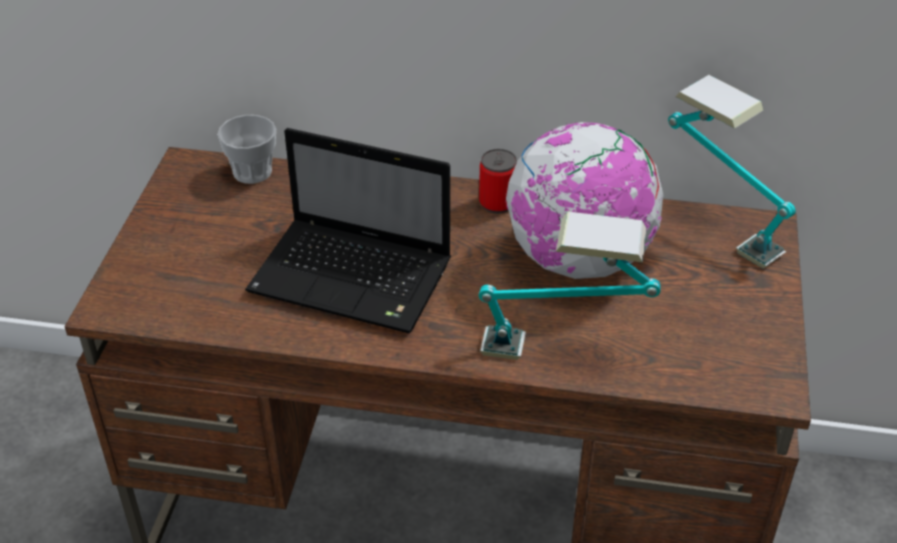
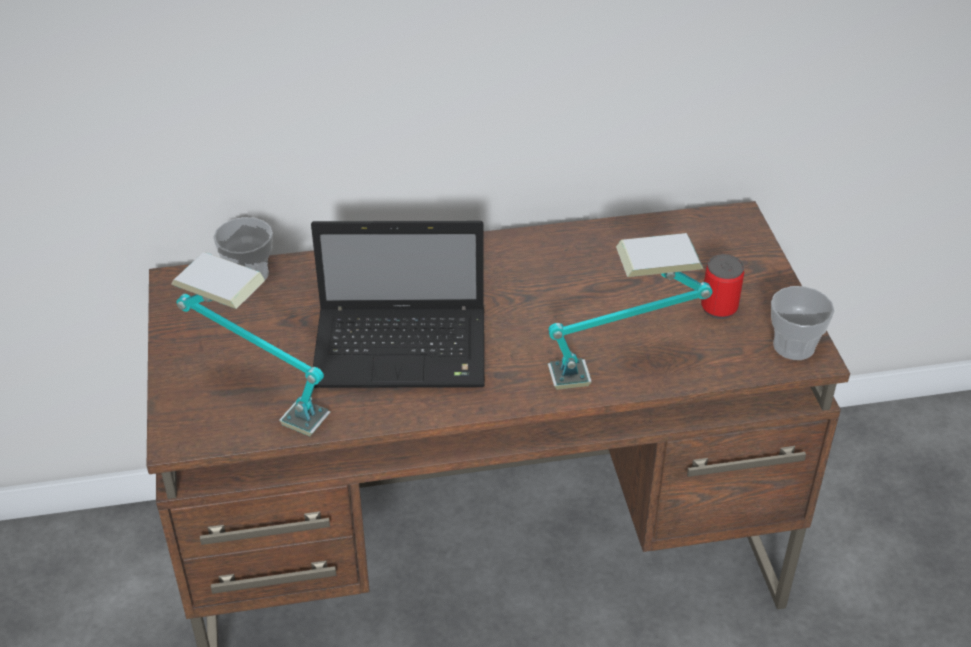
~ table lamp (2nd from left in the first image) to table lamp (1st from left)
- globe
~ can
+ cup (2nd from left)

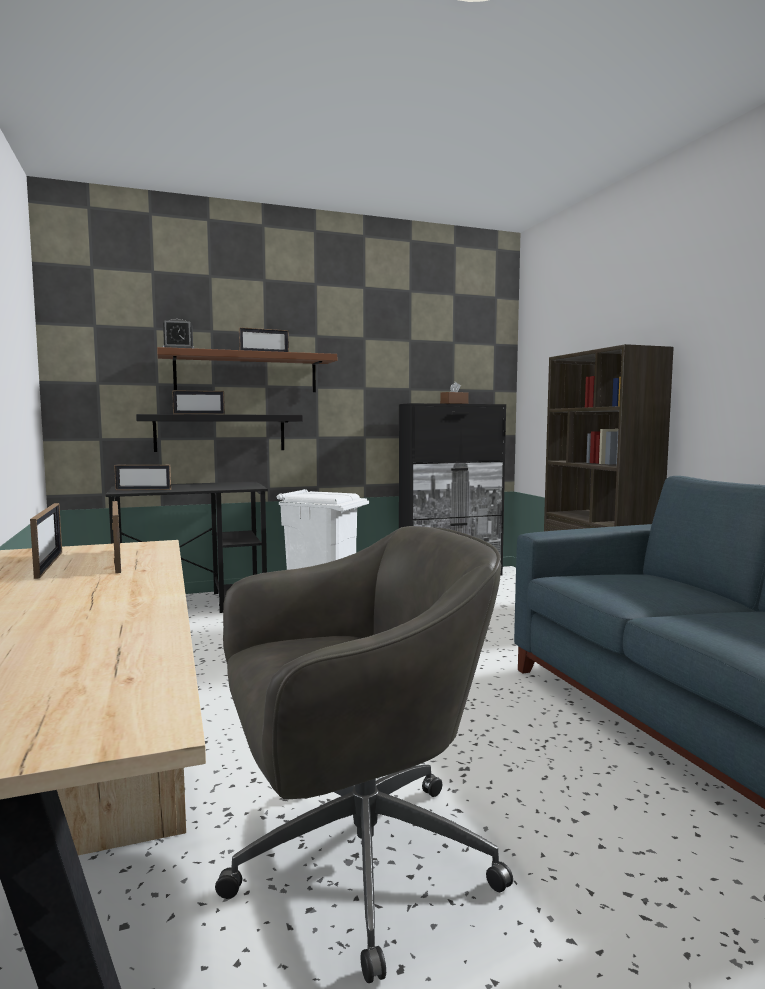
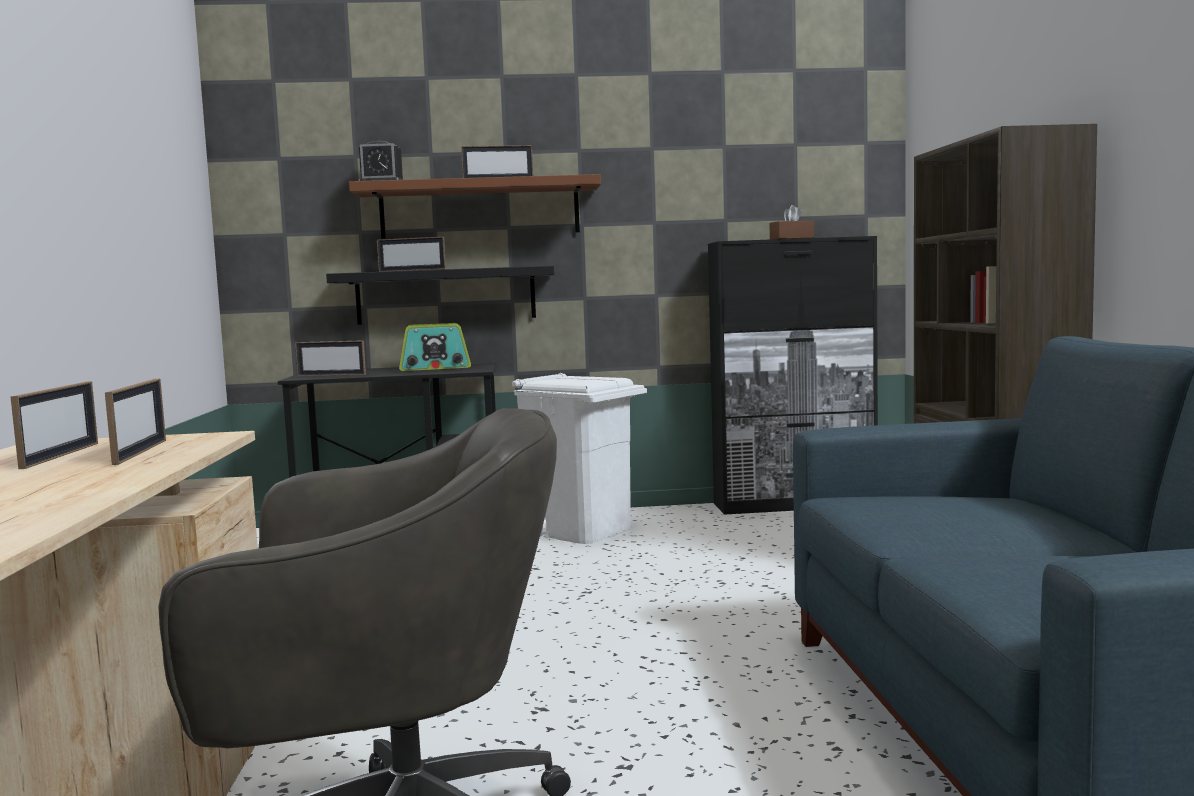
+ radio

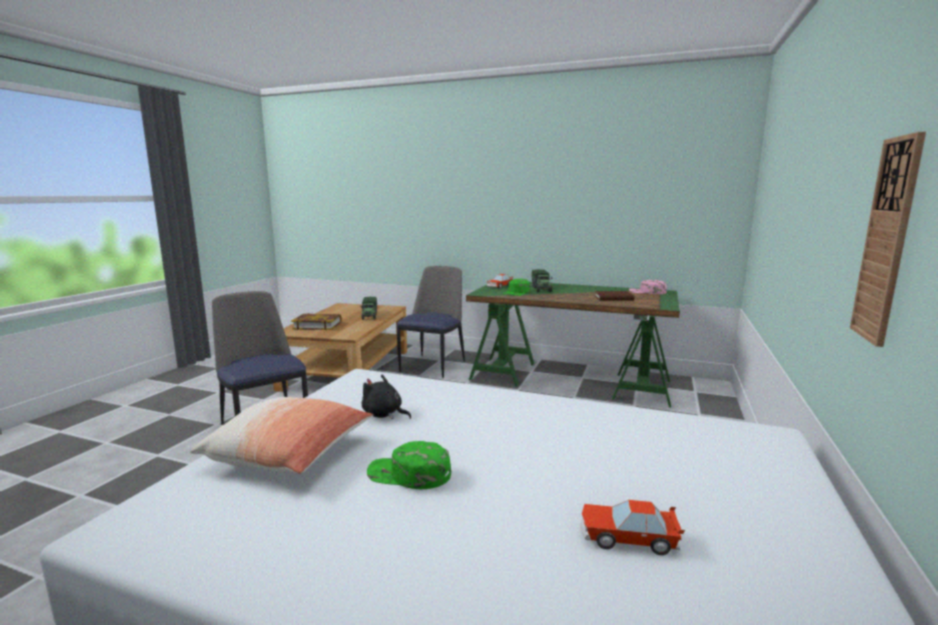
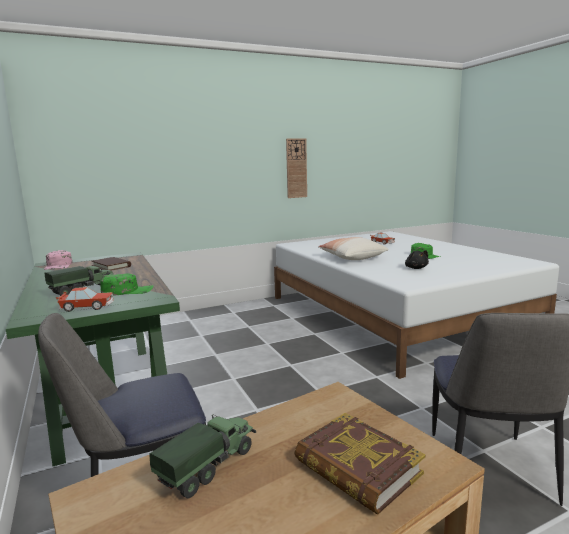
~ pillow

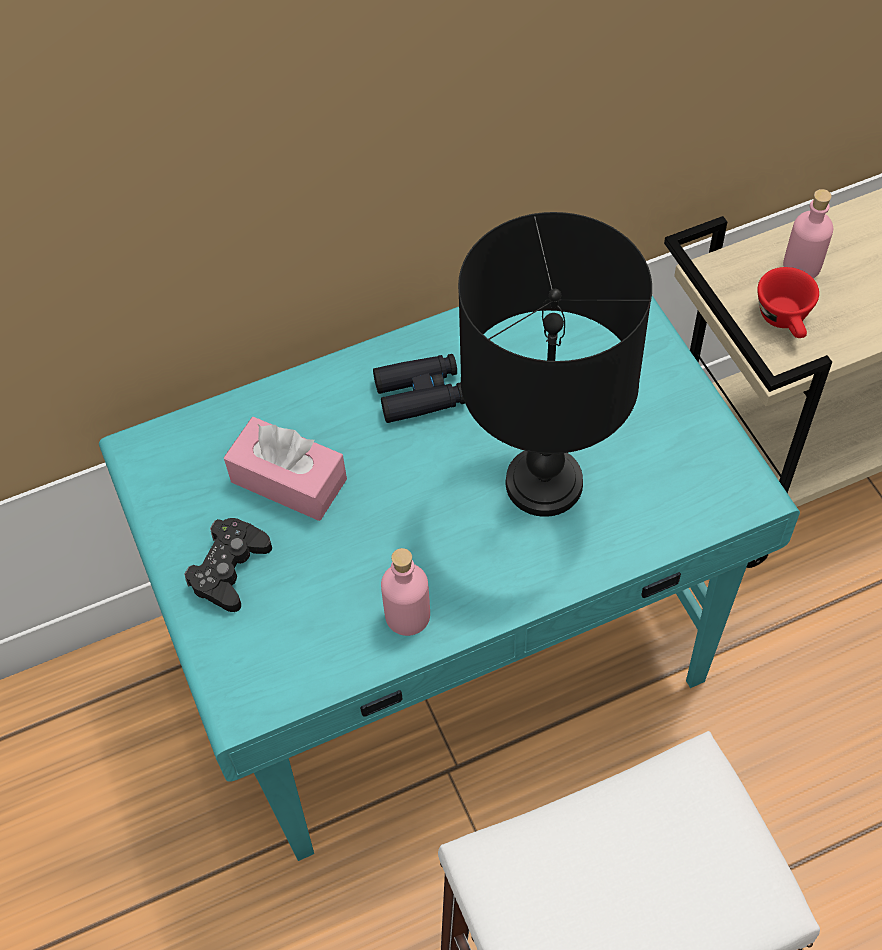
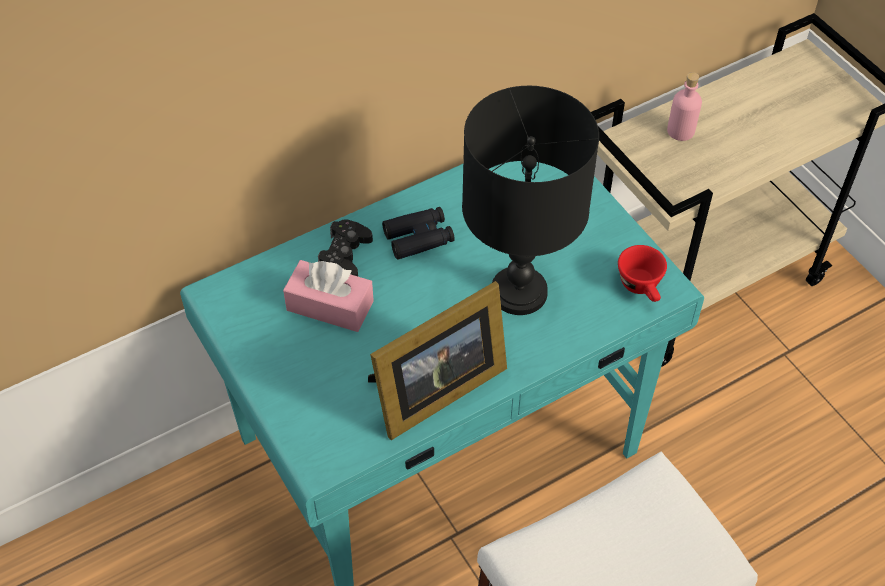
~ cup (red)
~ game controller (black)
~ bottle (pink) (1st from left) to picture frame

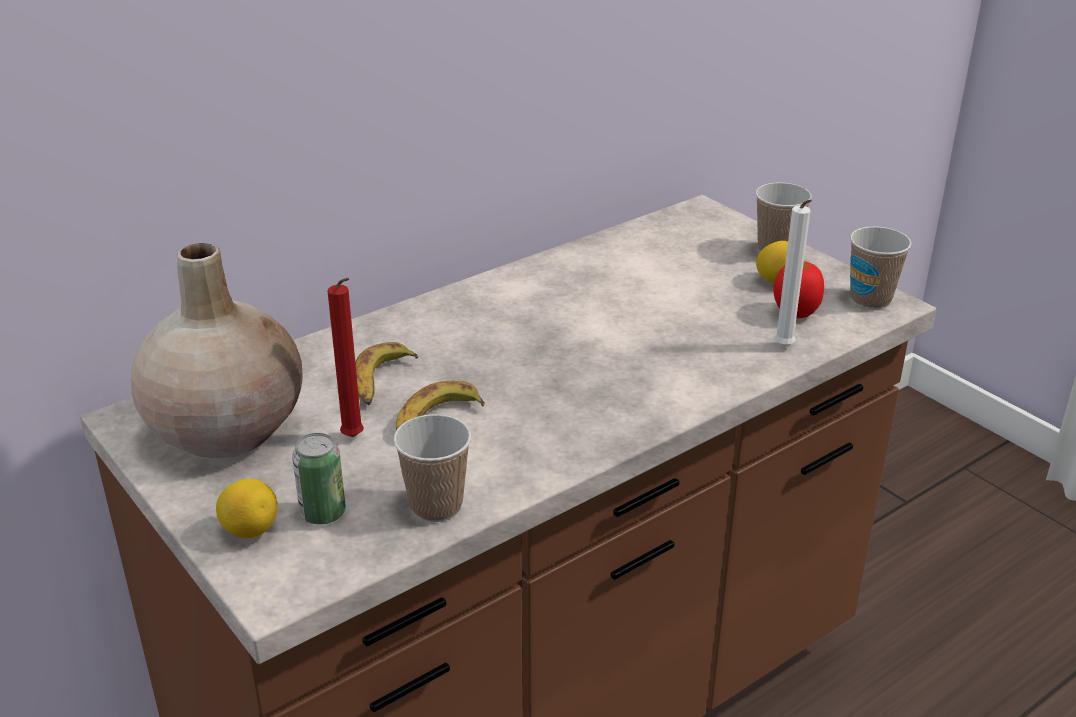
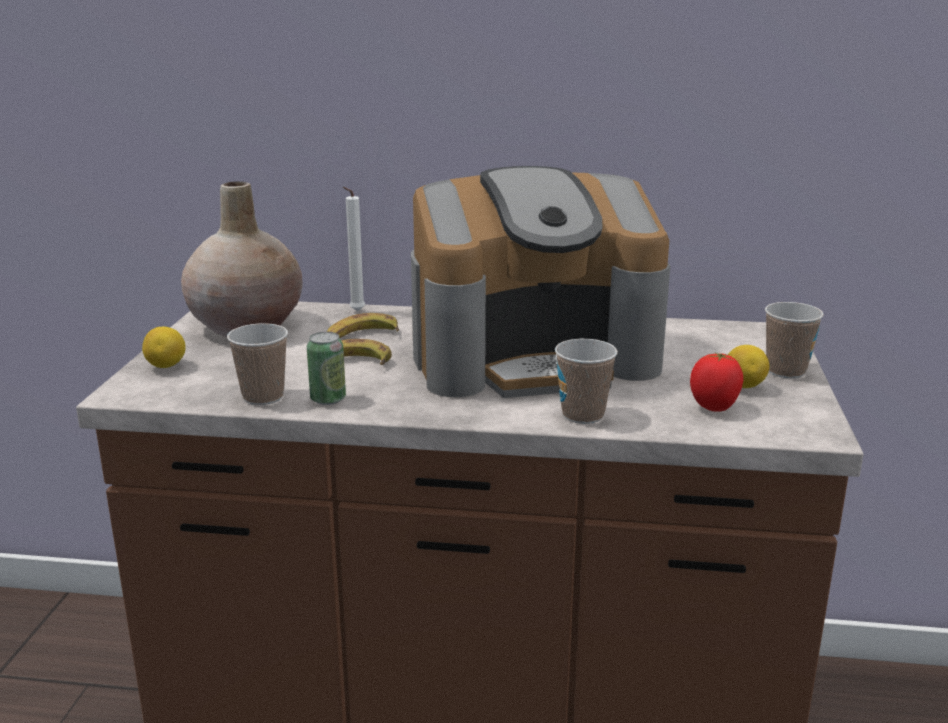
~ candle (white)
~ cup (3rd from left in the first image) to cup (2nd from left)
- candle (red)
~ can
+ coffee machine

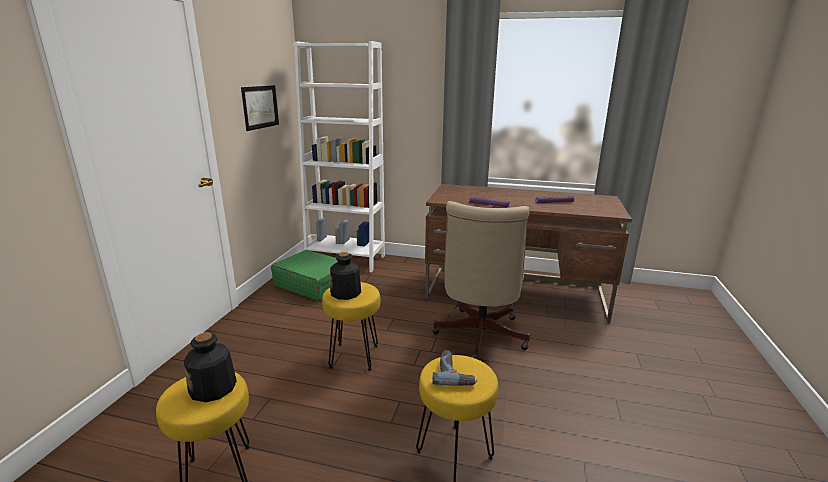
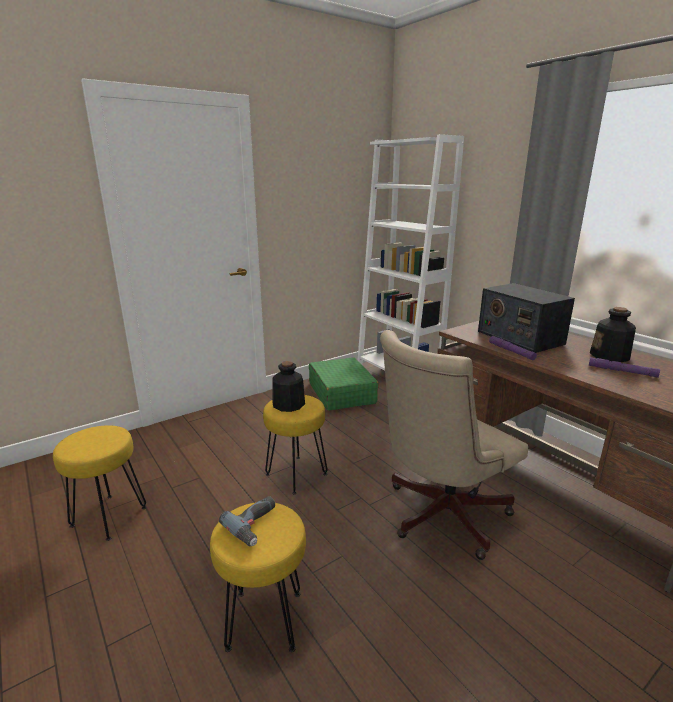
- picture
~ bottle (1st from left in the first image) to bottle (2nd from left)
+ radio

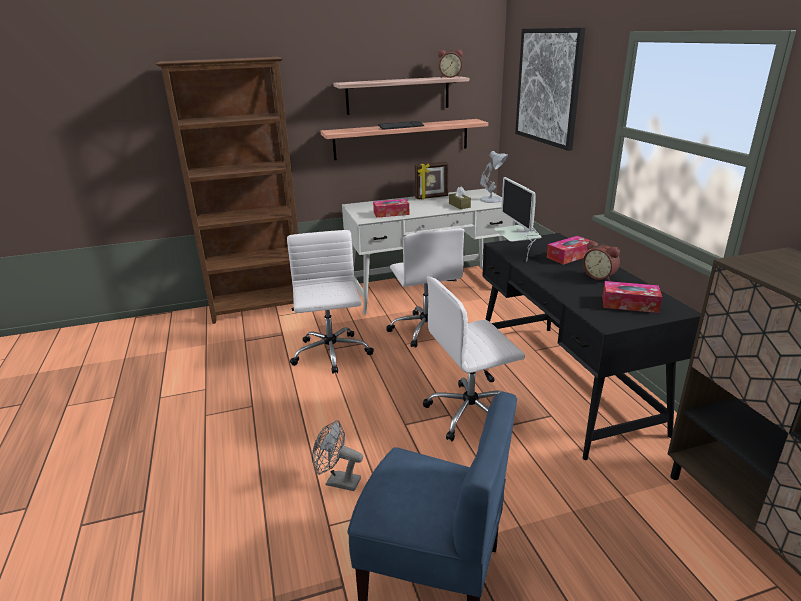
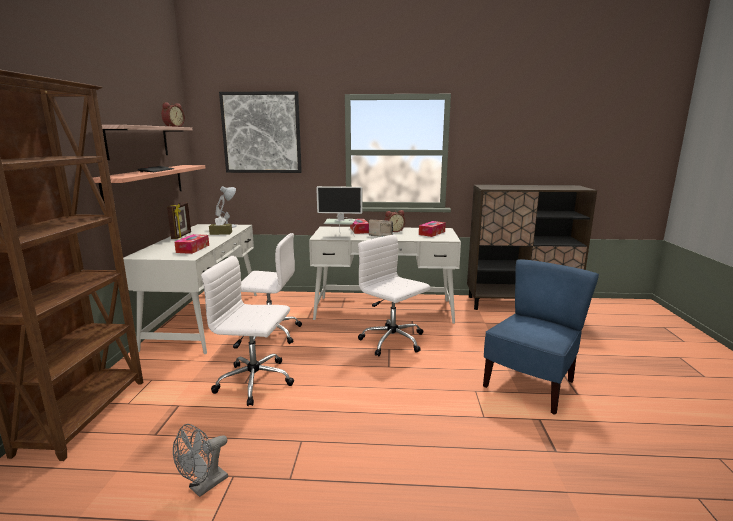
~ desk (black) to desk (white) (2nd from left)
~ office chair (white) (3rd from left) 135 degrees clockwise
~ fan (grey)
+ radio

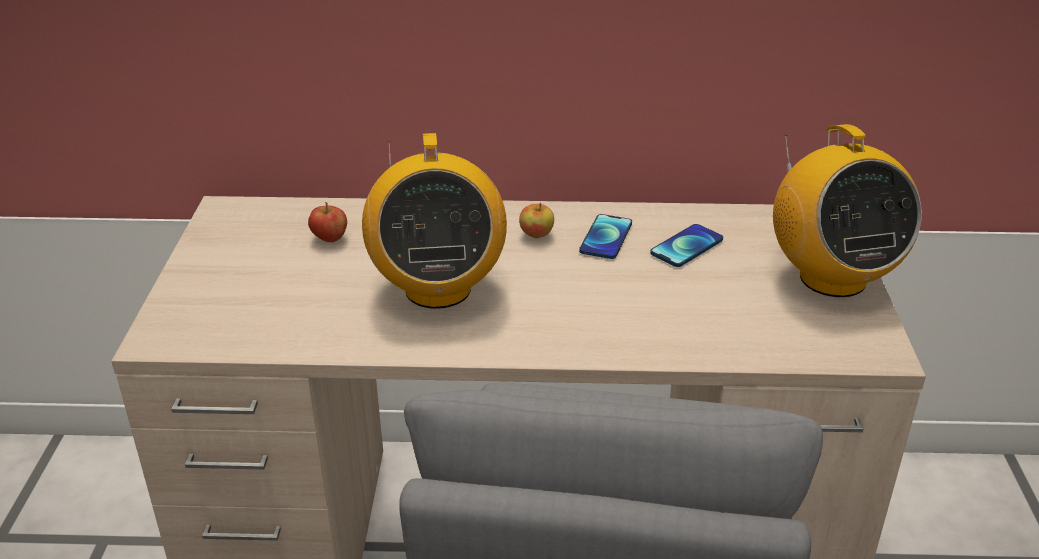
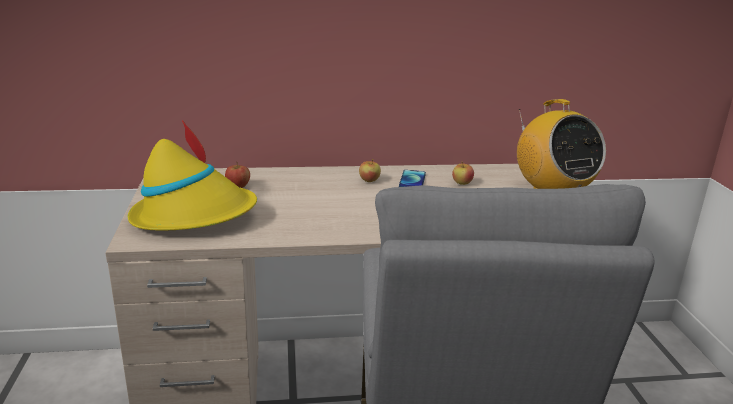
- radio (1st from left)
~ phone (2nd from left) to apple (3rd from left)
+ hat (yellow)

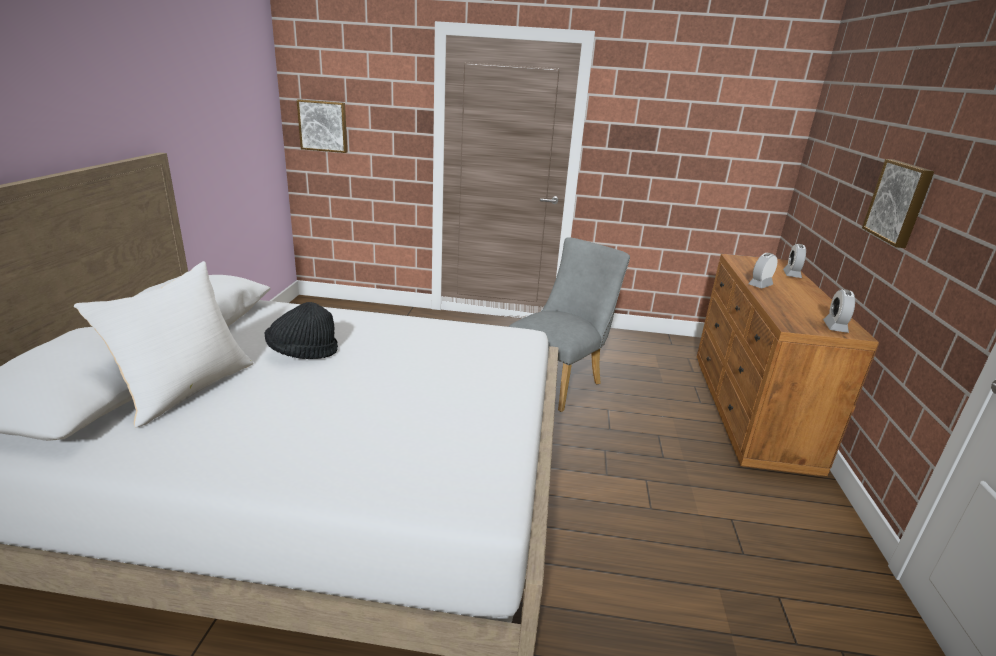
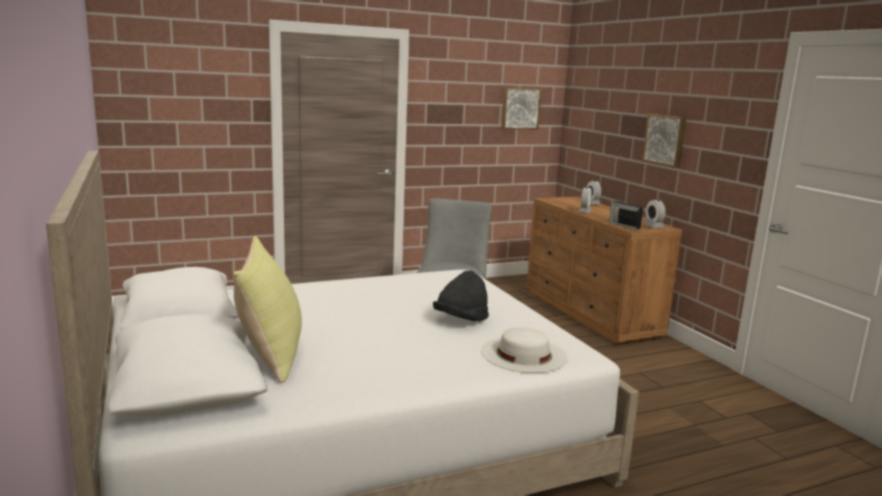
~ picture (1st from left)
~ pillow (white) to pillow (yellow)
~ hat (black)
+ radio
+ hat (white)

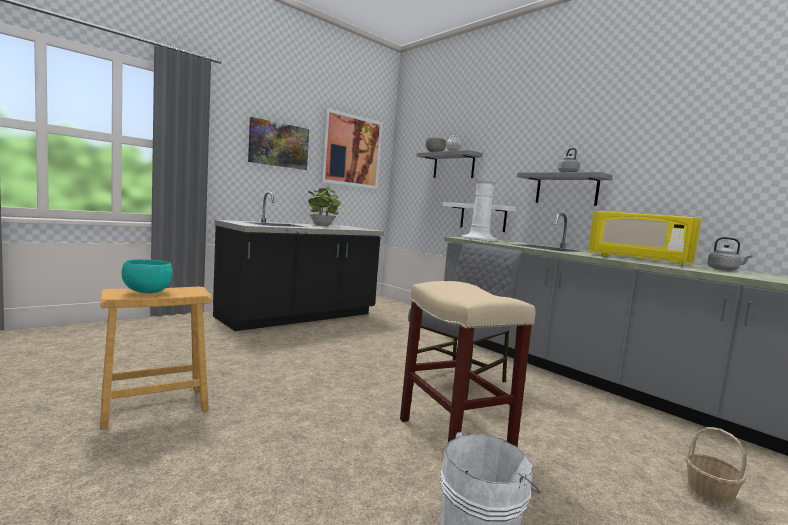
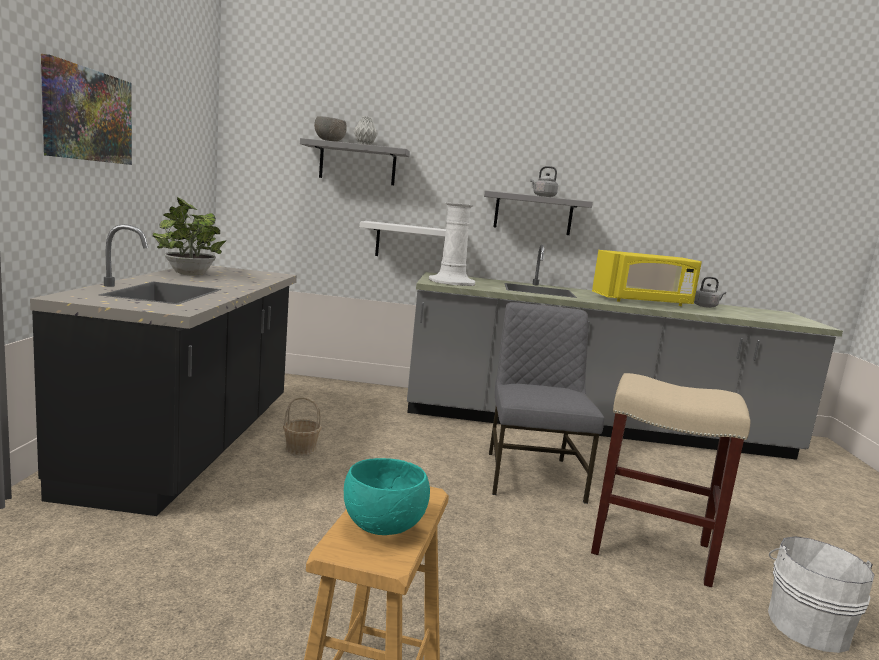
- picture (2nd from left)
~ basket

